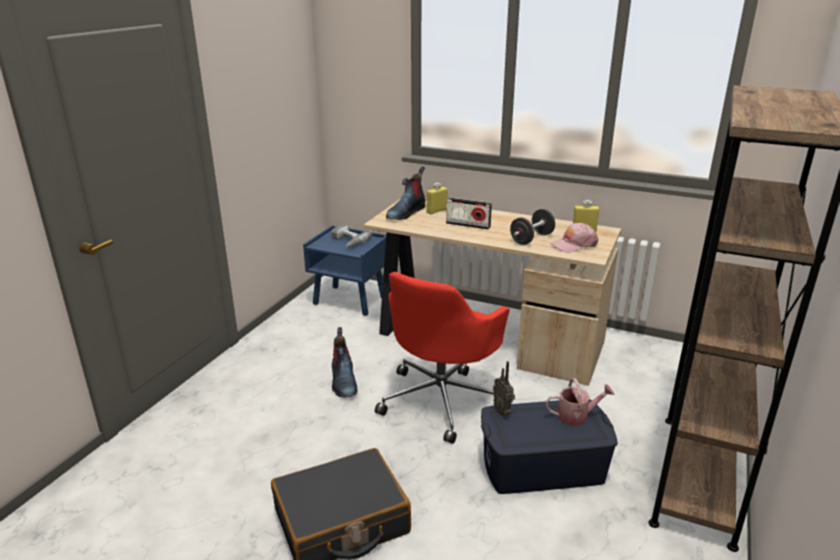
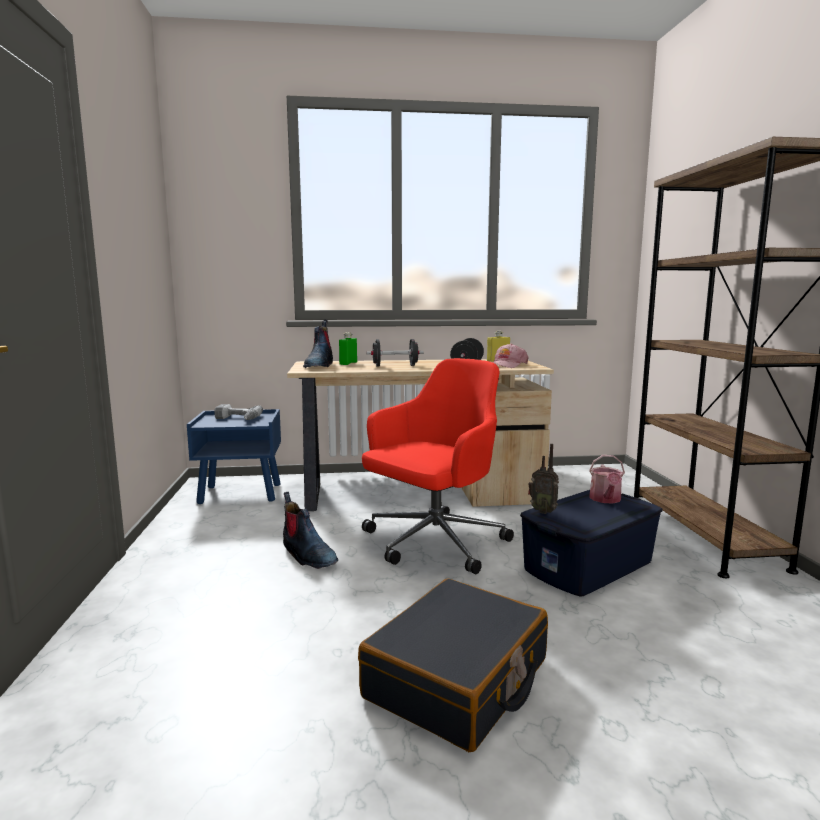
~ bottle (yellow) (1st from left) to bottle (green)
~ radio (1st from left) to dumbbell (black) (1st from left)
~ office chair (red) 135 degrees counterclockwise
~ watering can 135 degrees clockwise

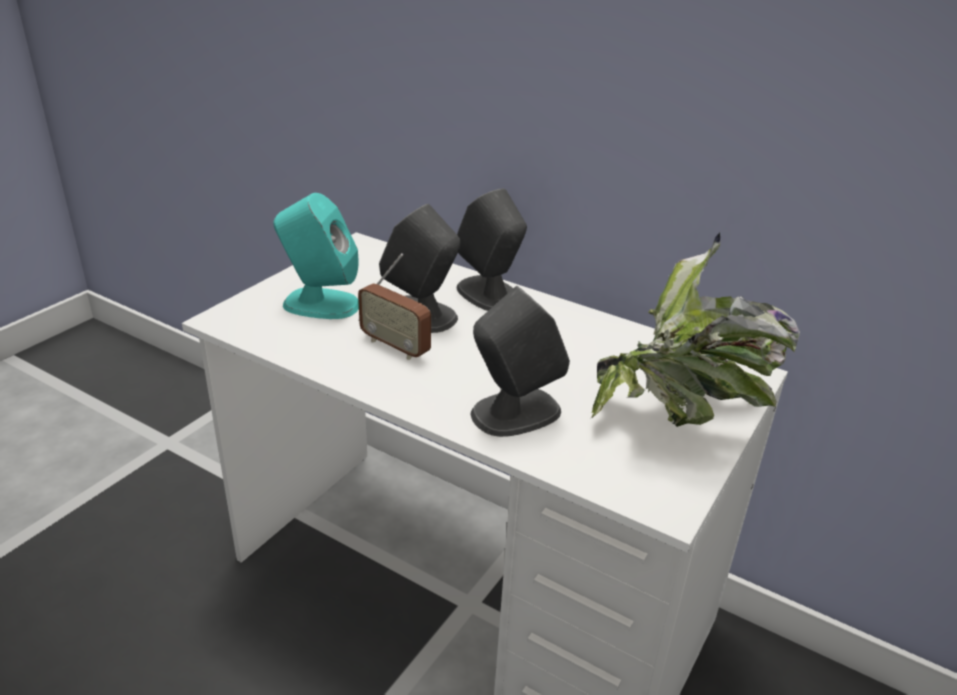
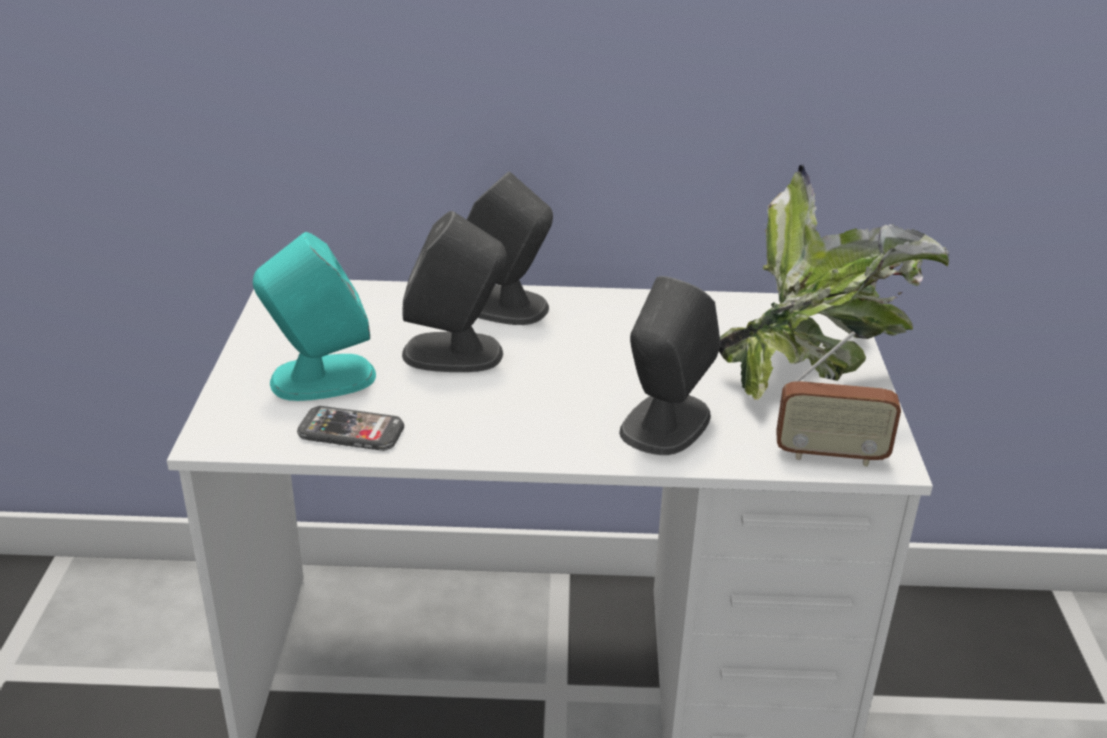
~ radio
+ phone

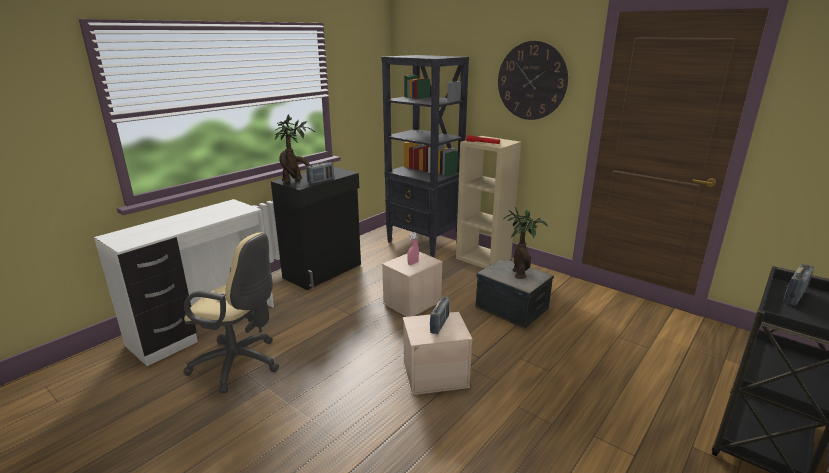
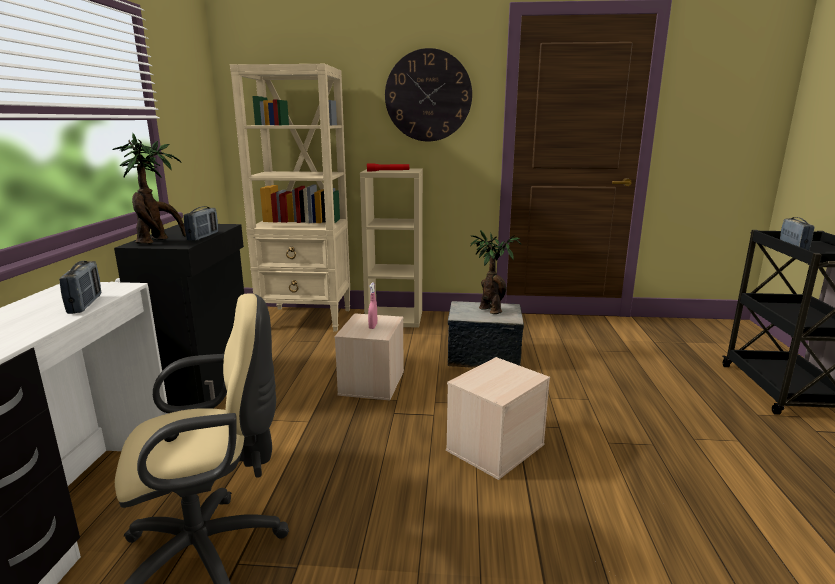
~ bookcase (black) to bookcase (beige) (1st from left)
~ radio (2nd from left in the first image) to radio (1st from left)

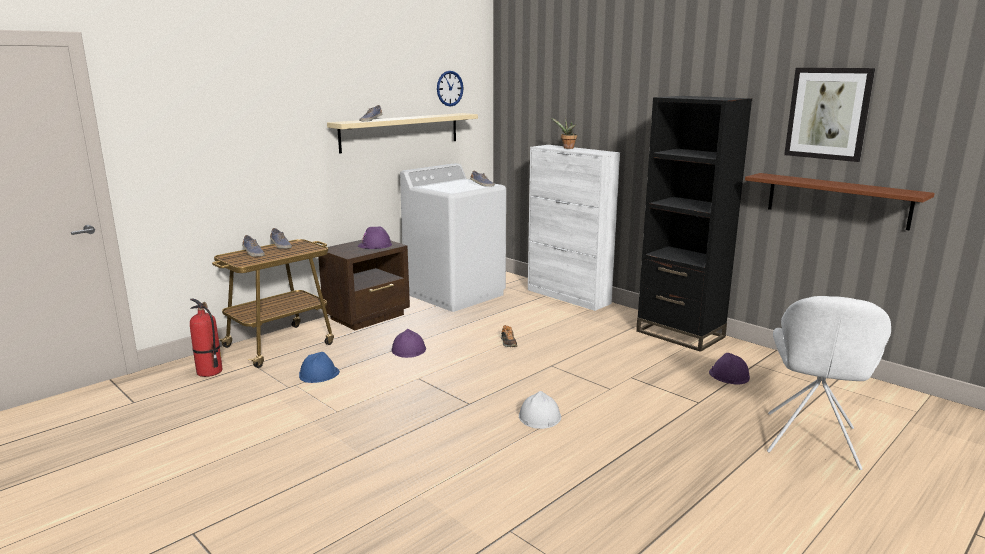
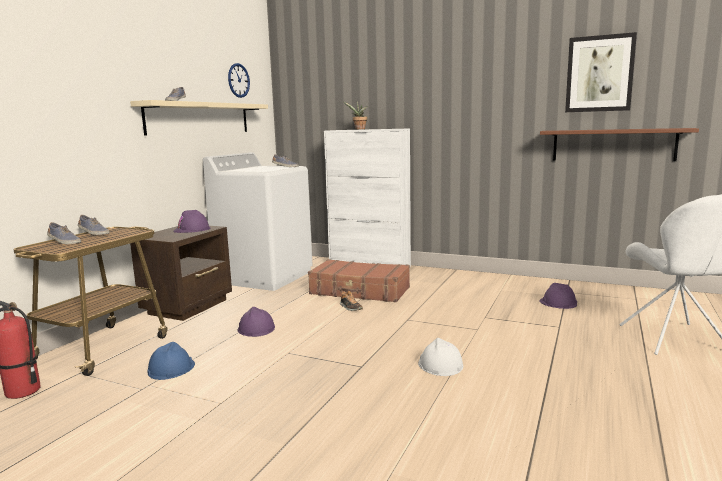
- bookcase (black)
+ suitcase (brown)

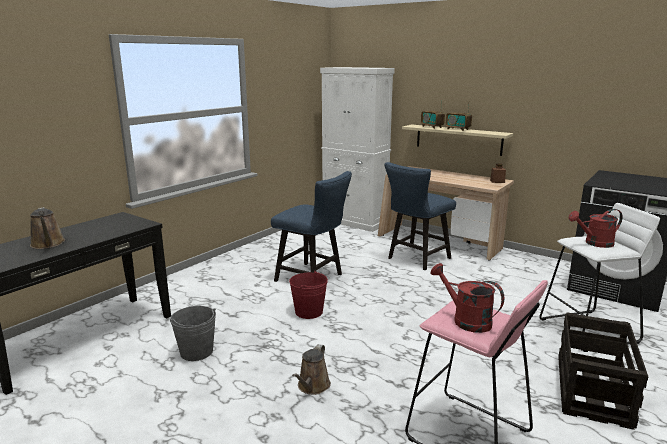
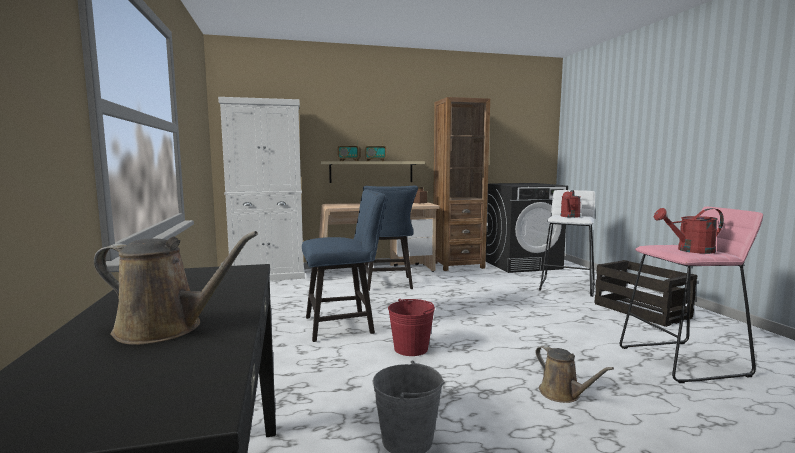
+ bookcase (brown)

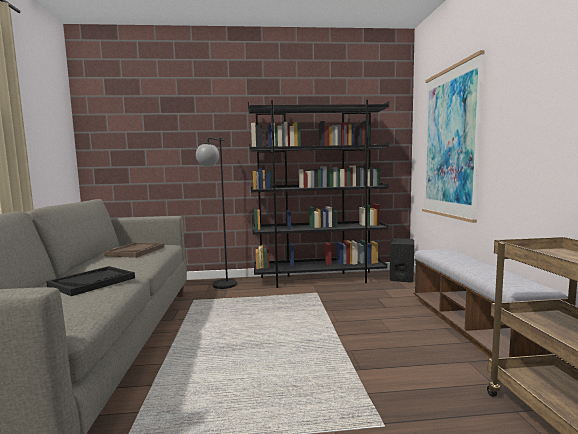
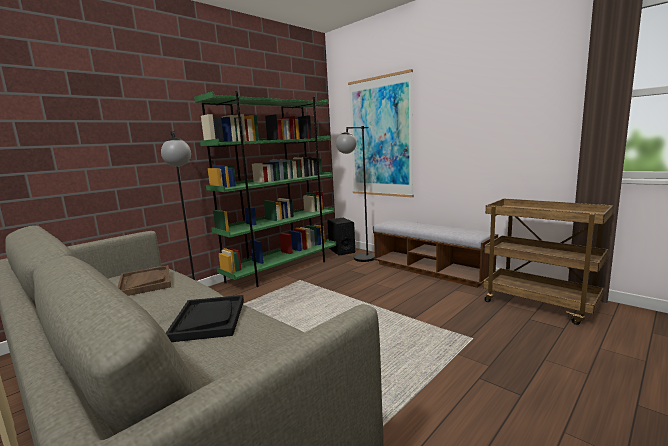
~ bookcase (black) to bookcase (green)
+ floor lamp (black) (2nd from left)

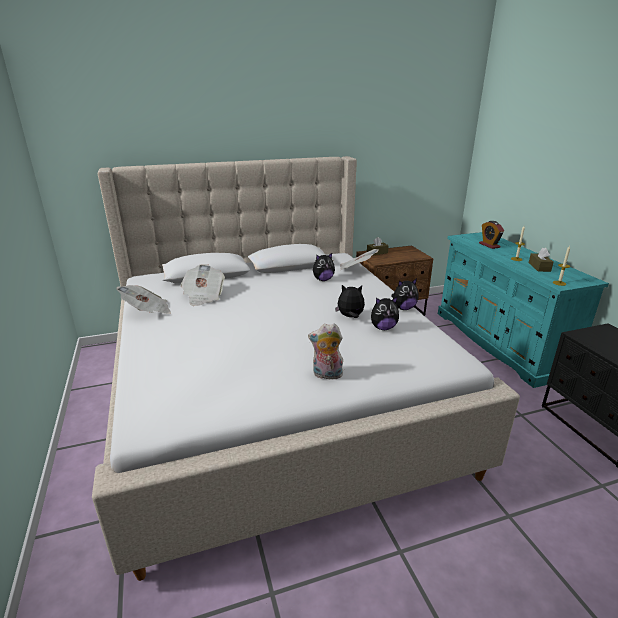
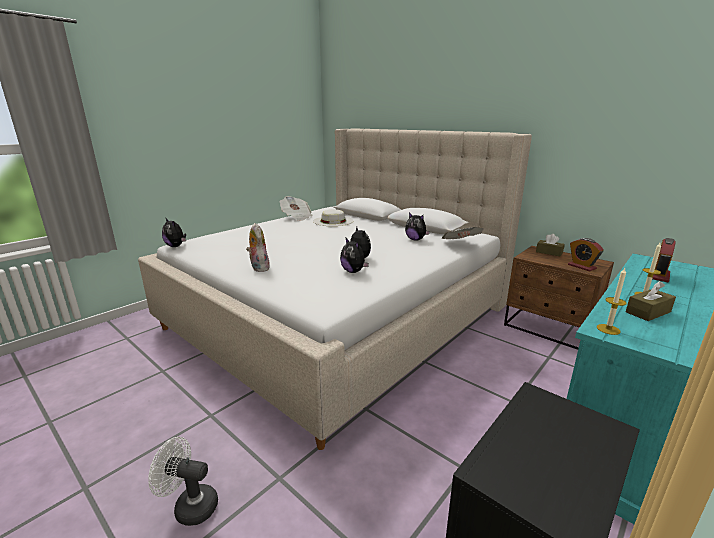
~ newspaper (2nd from left) to hat (white)
~ plush toy (5th from left in the first image) to plush toy (1st from left)
+ alarm clock (1st from left)
+ fan (white)

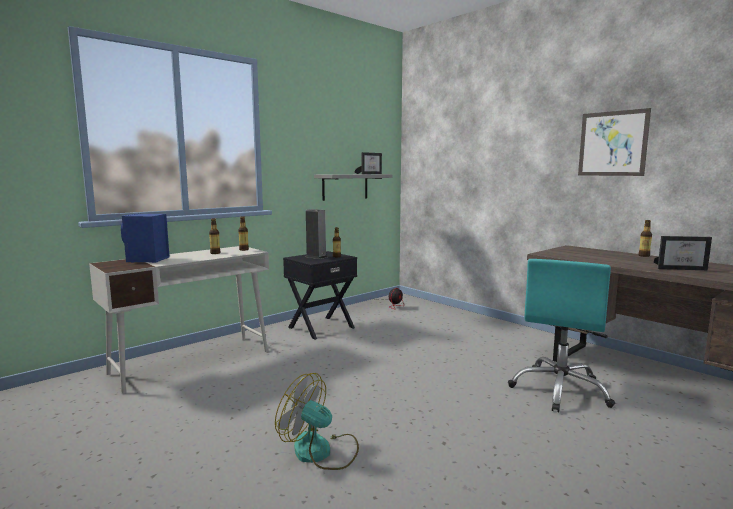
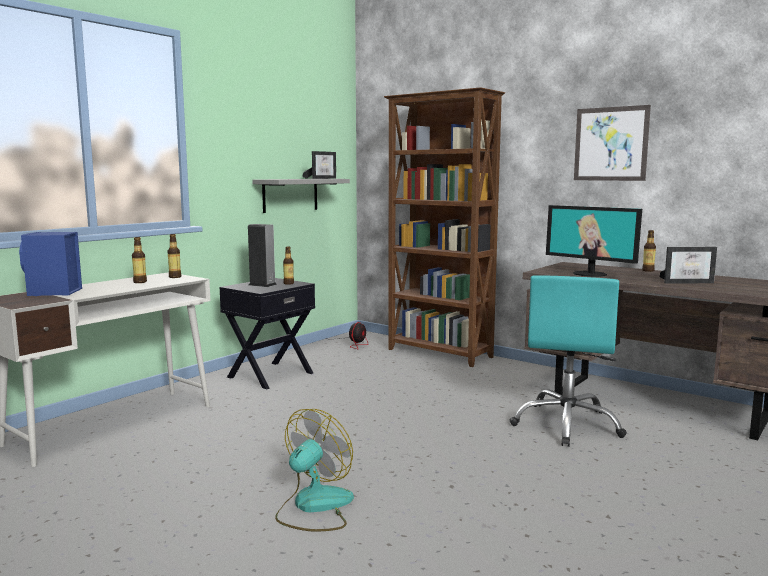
~ fan (1st from left) 105 degrees clockwise
+ bookcase (brown)
+ monitor

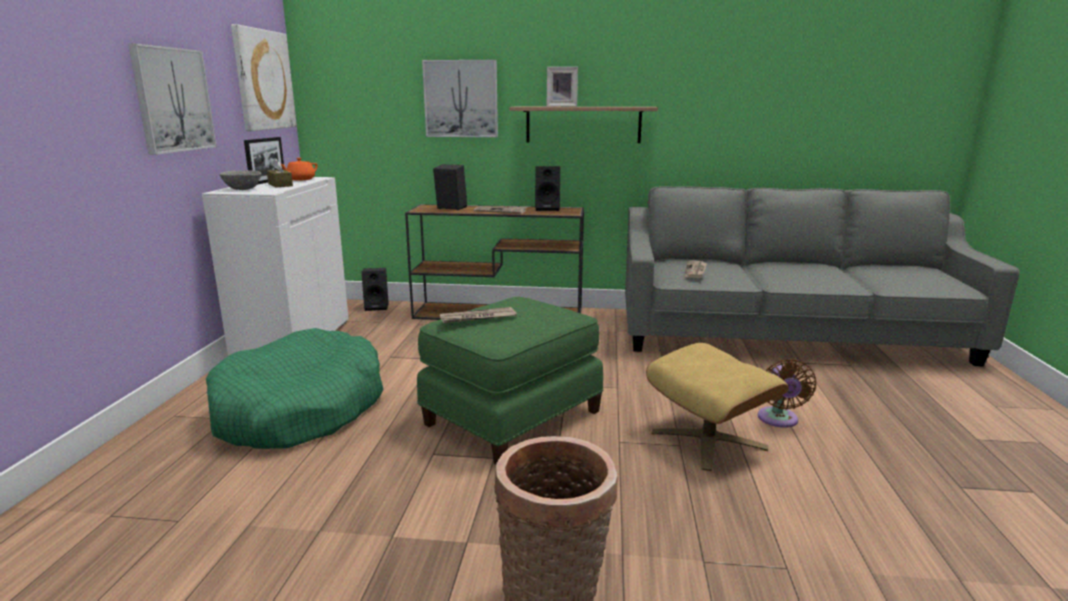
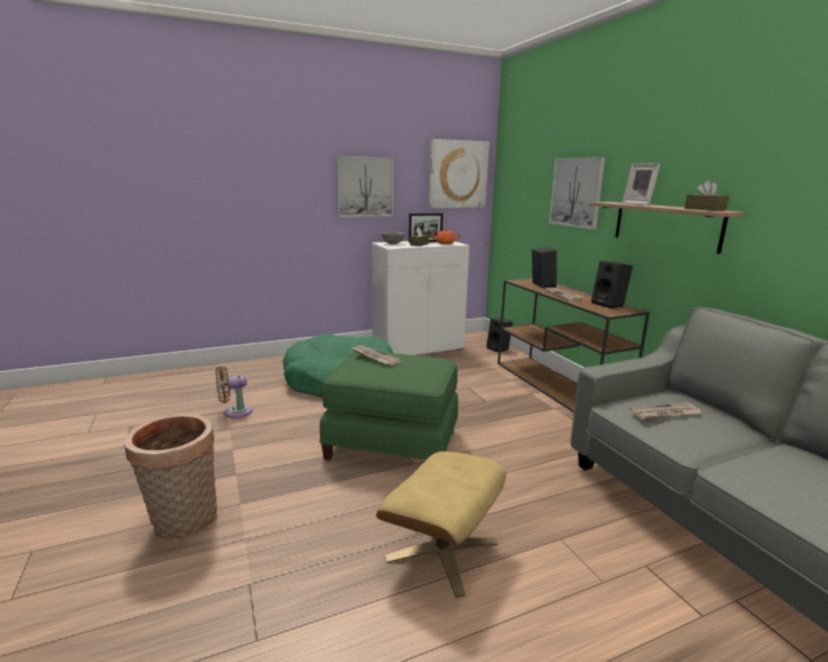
~ fan (brown)
+ tissue box (brown) (2nd from left)

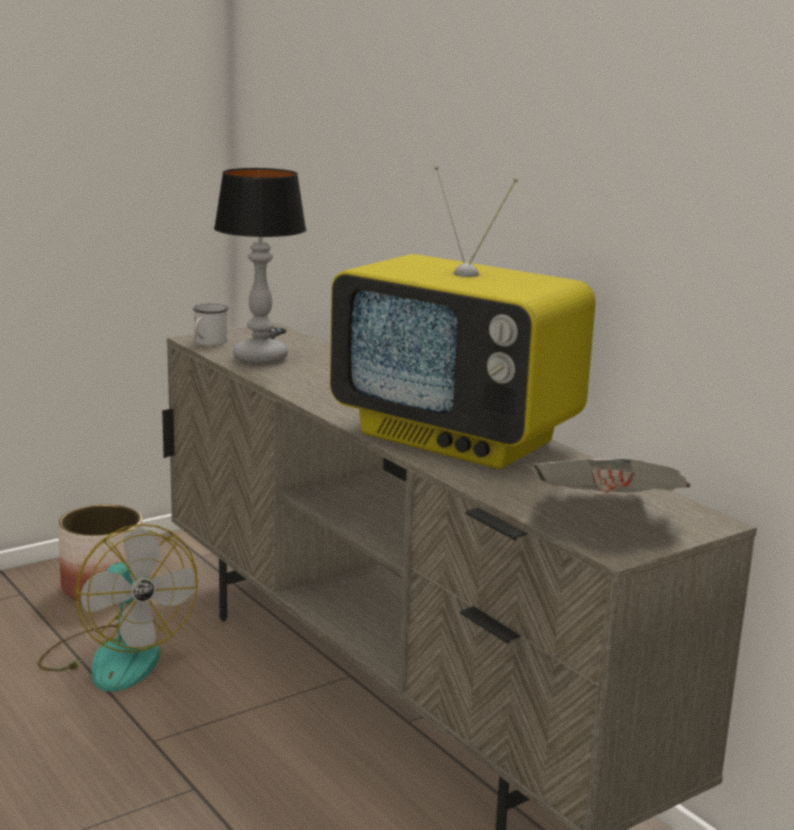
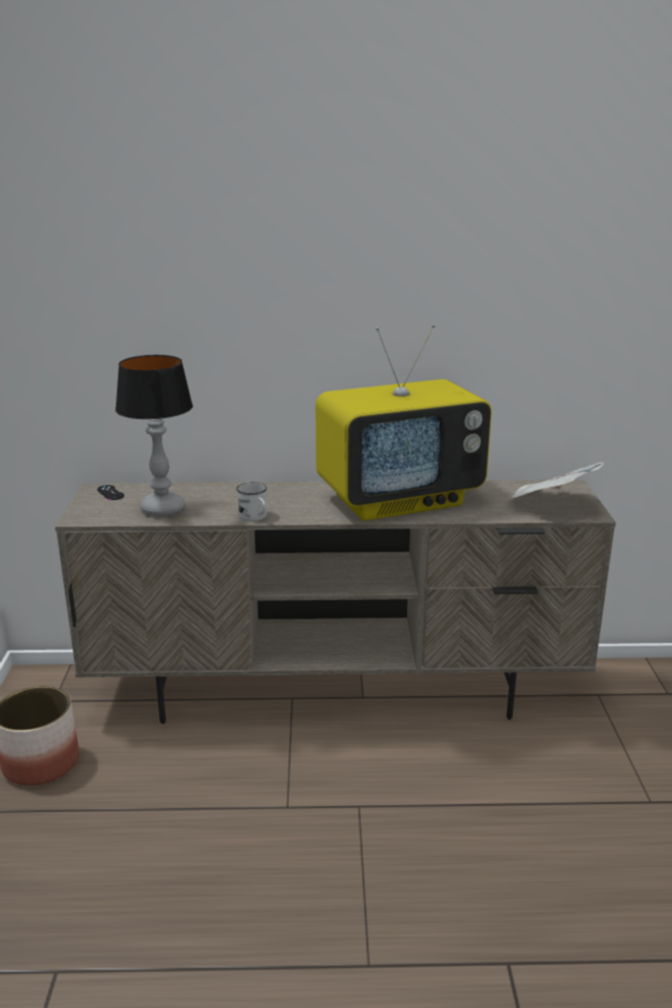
~ mug (white)
- fan

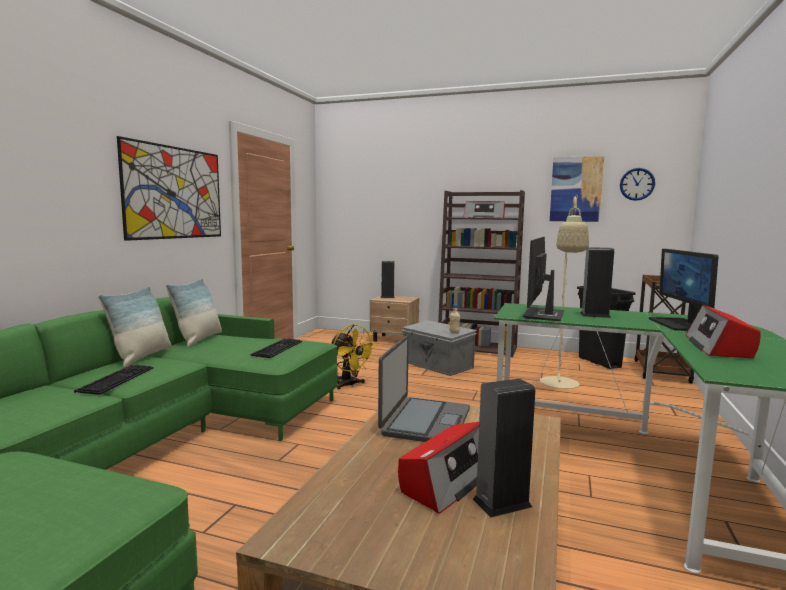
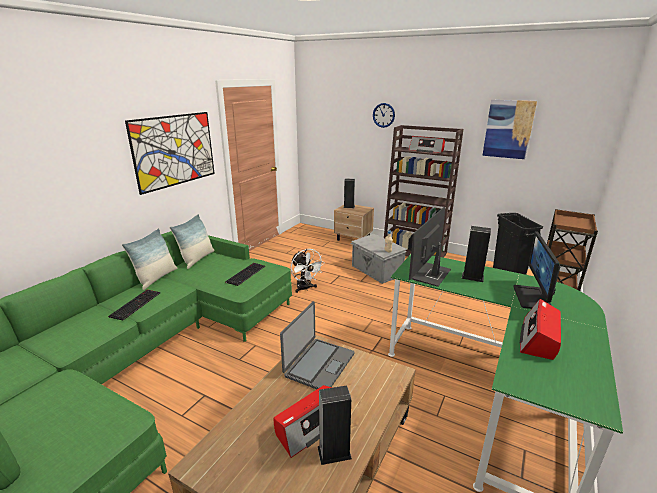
~ wall clock
- floor lamp (beige)
~ fan (yellow) to fan (white)

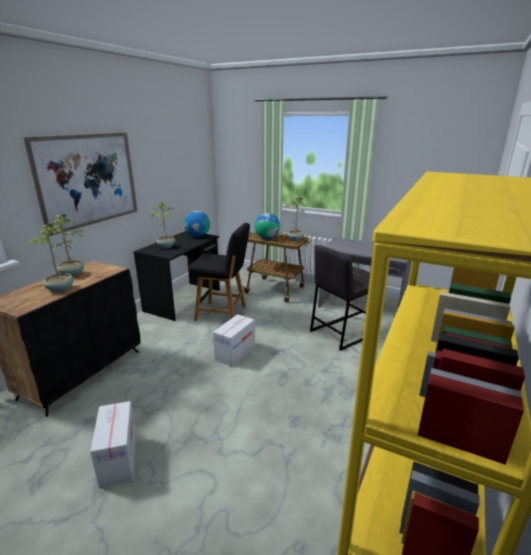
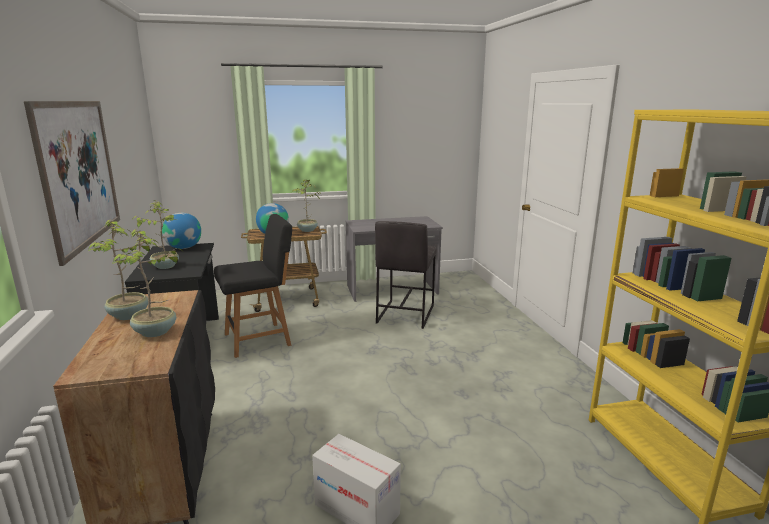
- cardboard box (2nd from left)

